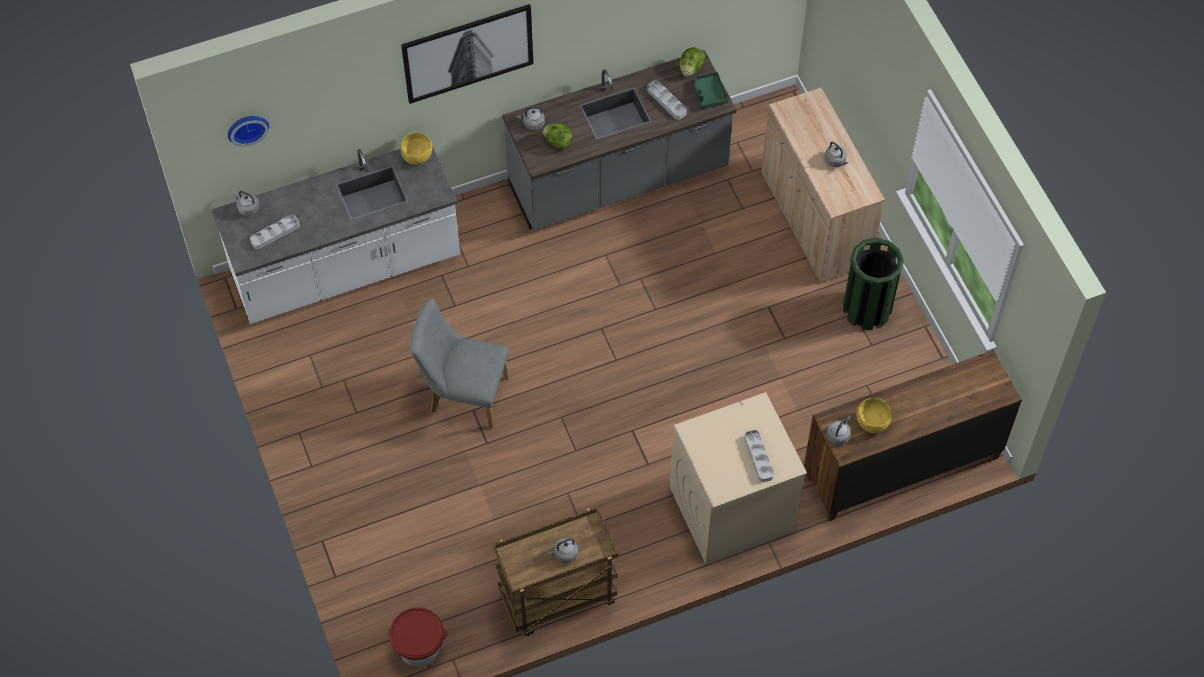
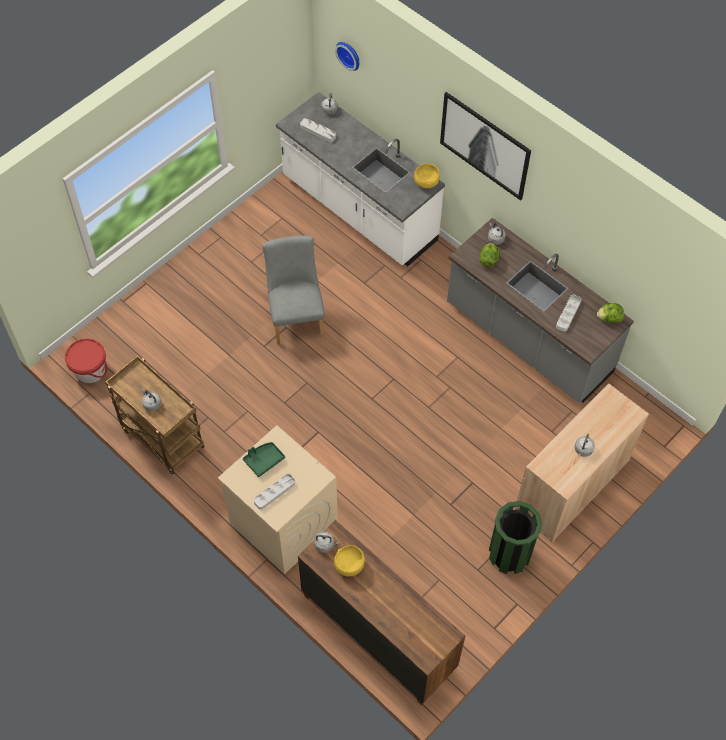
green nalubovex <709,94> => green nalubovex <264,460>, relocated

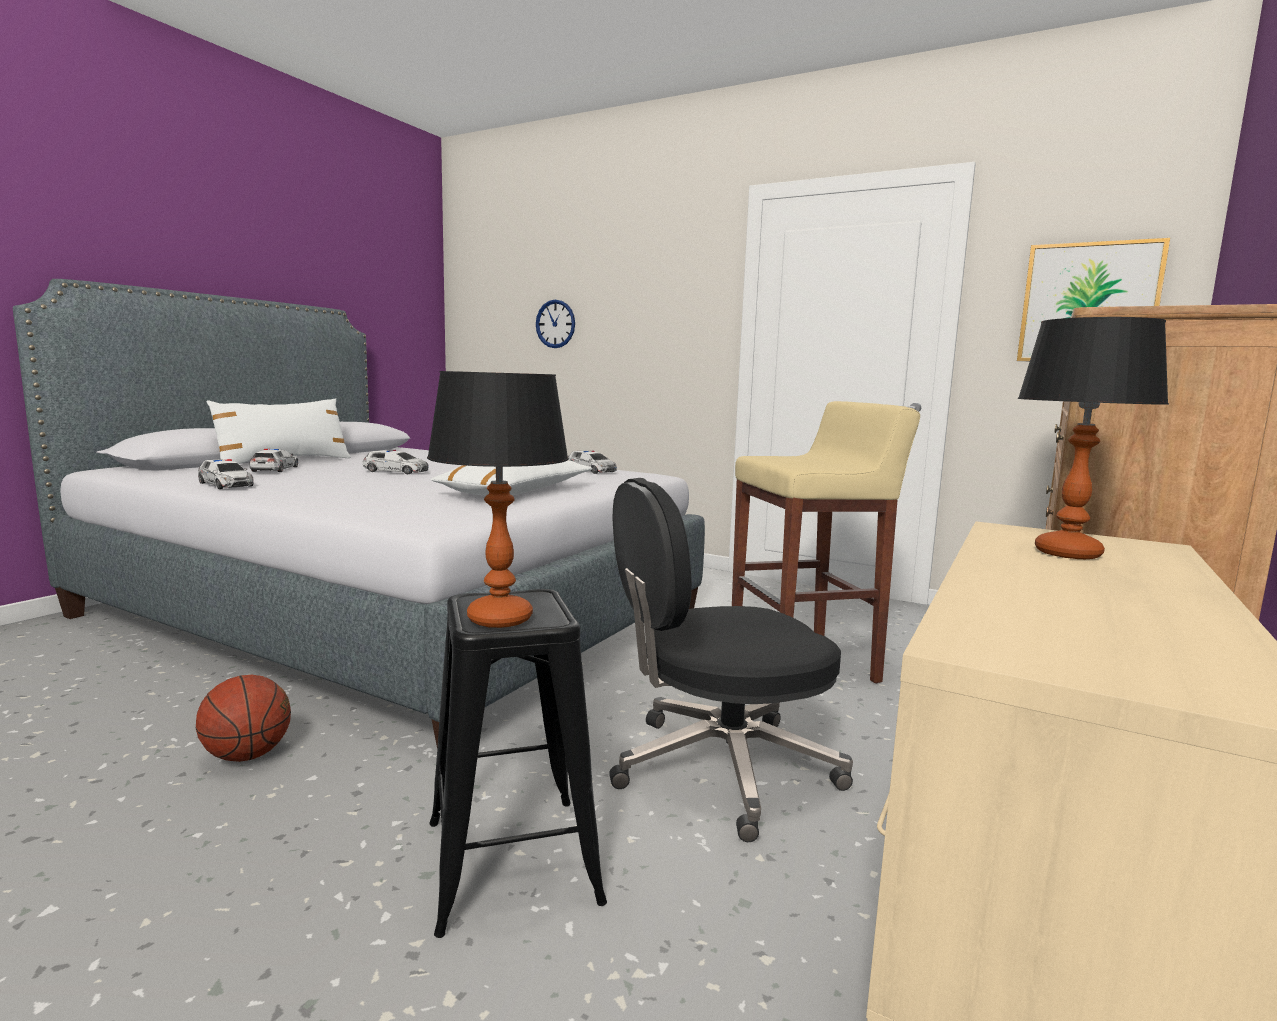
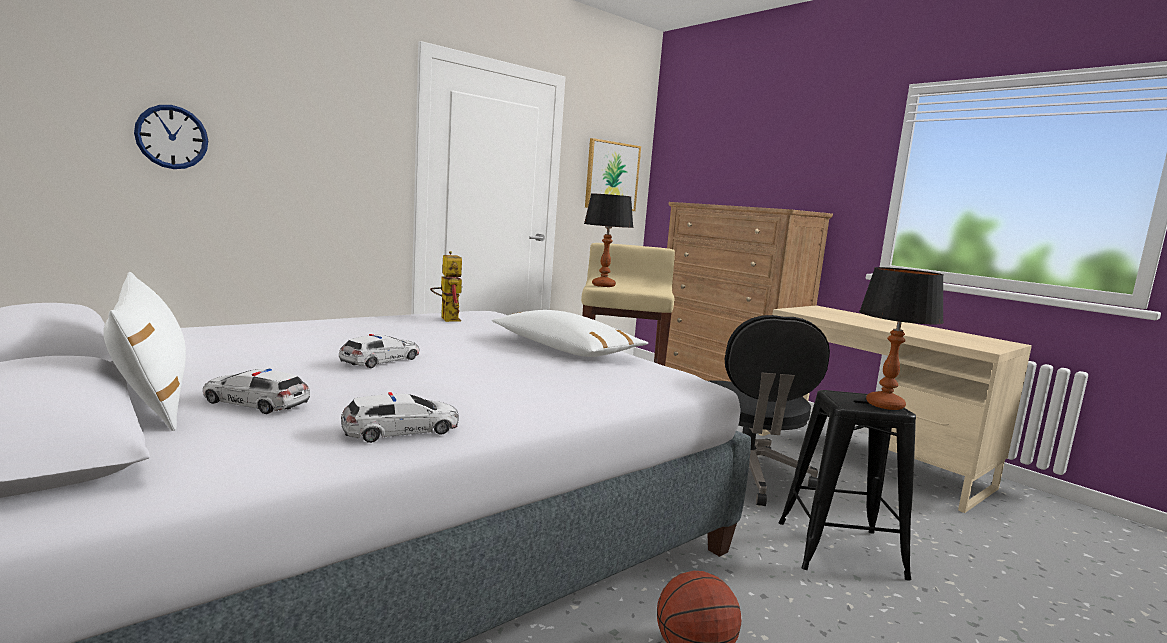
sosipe <1066,553> => sosipe <603,285>, relocated
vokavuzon <591,470> => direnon <447,318>

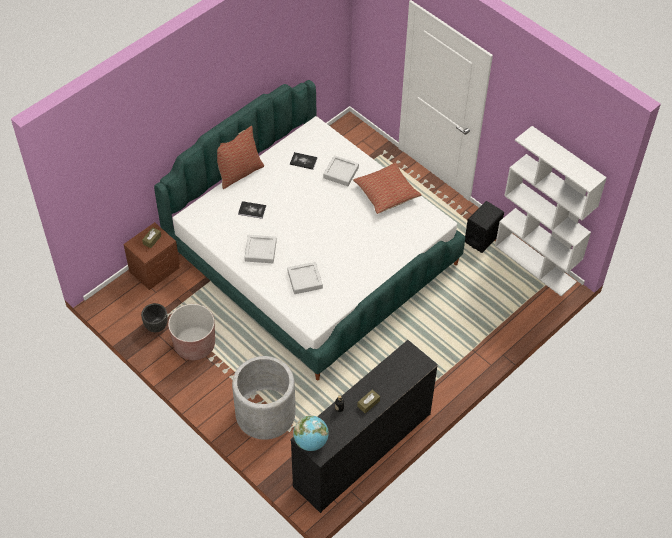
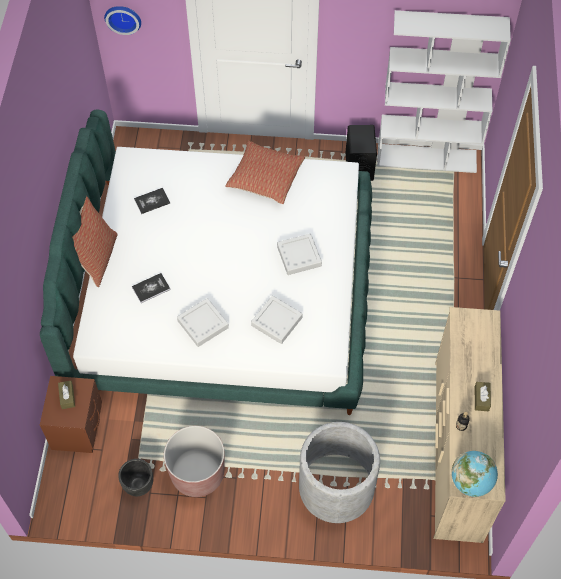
grey nalubovex <341,173> => grey nalubovex <299,256>, relocated
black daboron <361,450> => beige daboron <456,449>
nothing => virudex <123,17>

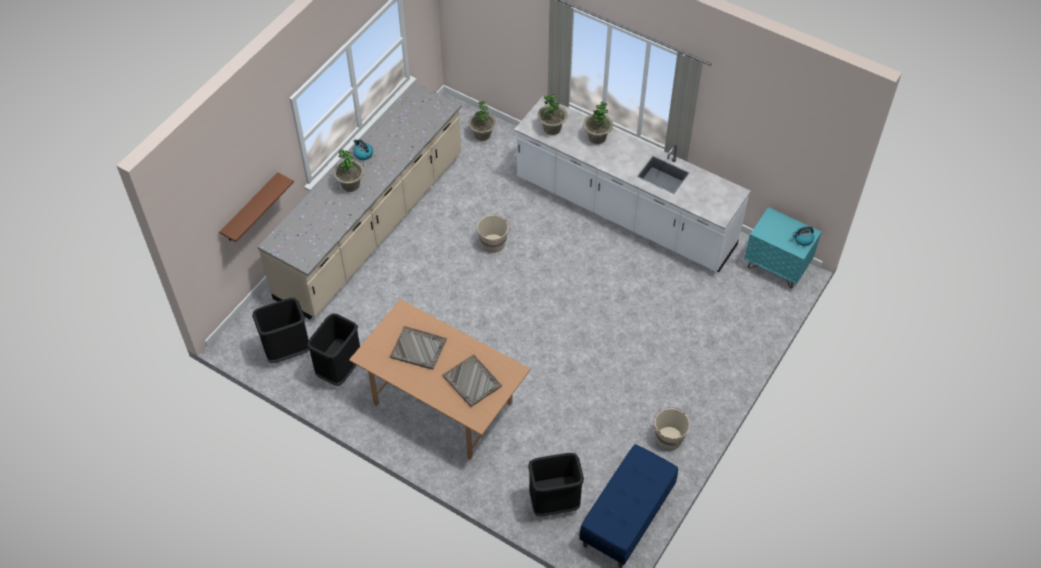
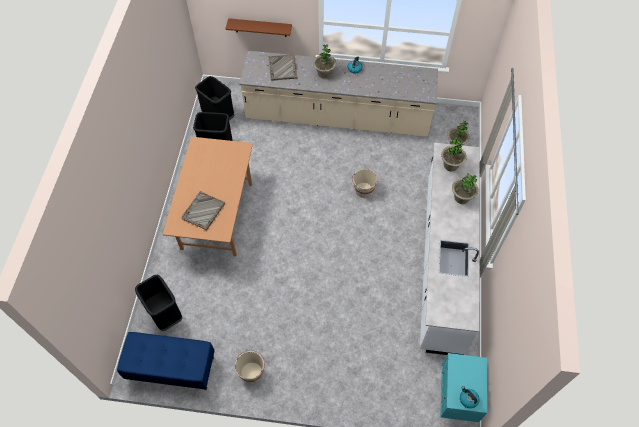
grey nalubovex <419,349> => grey nalubovex <282,68>, relocated

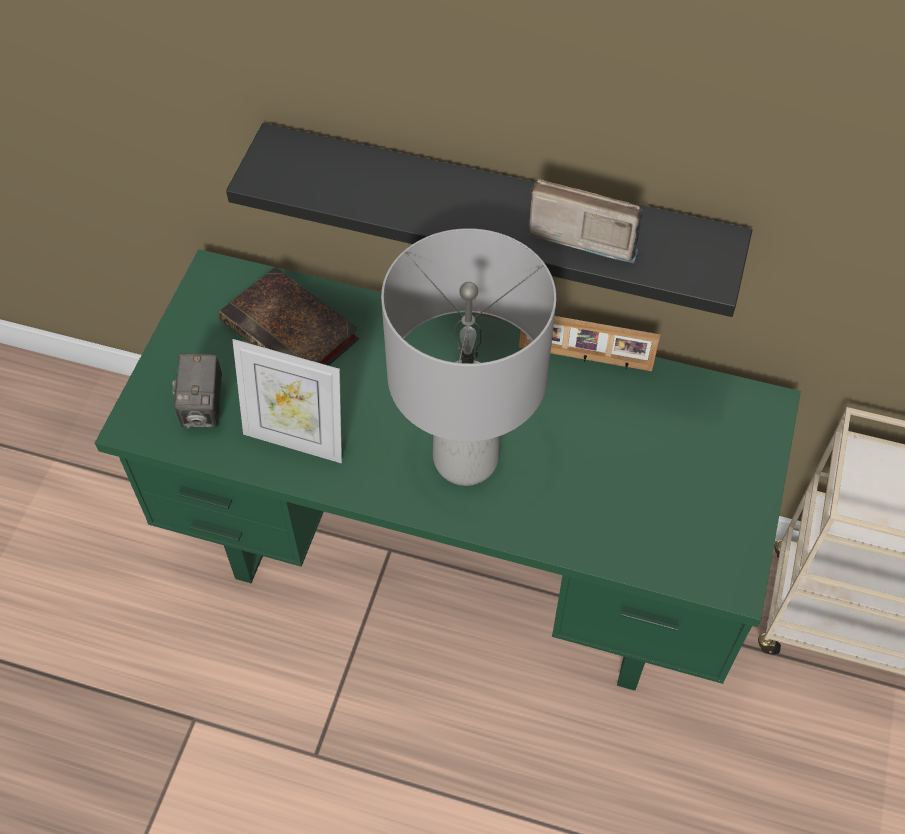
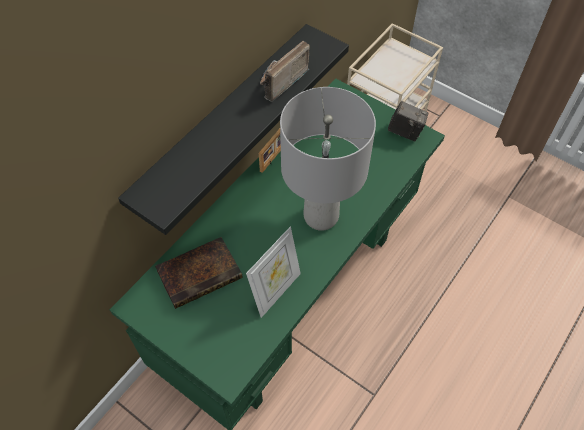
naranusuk <204,408> => naranusuk <405,132>, relocated

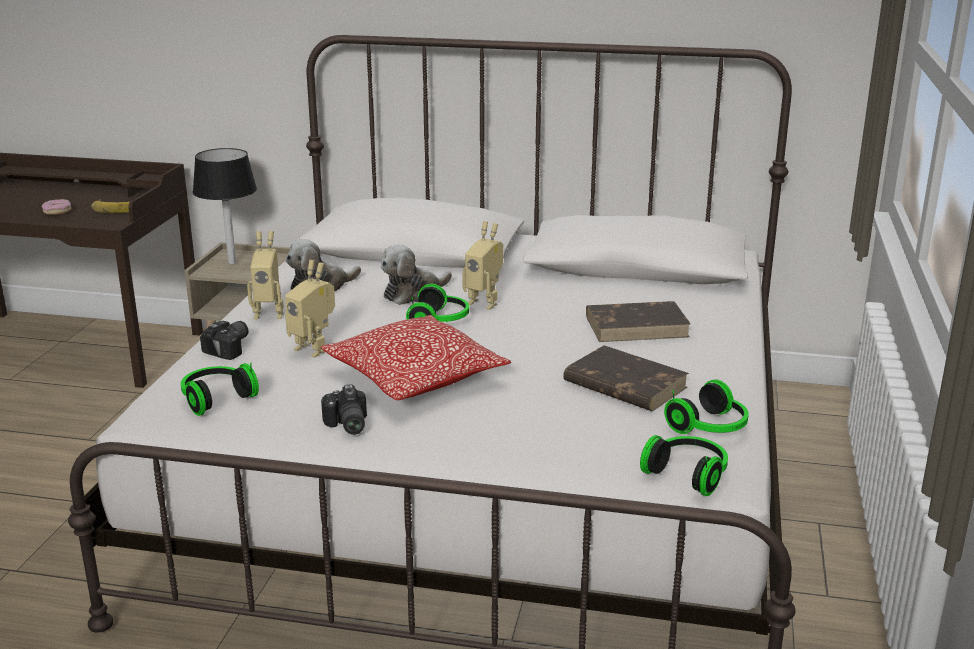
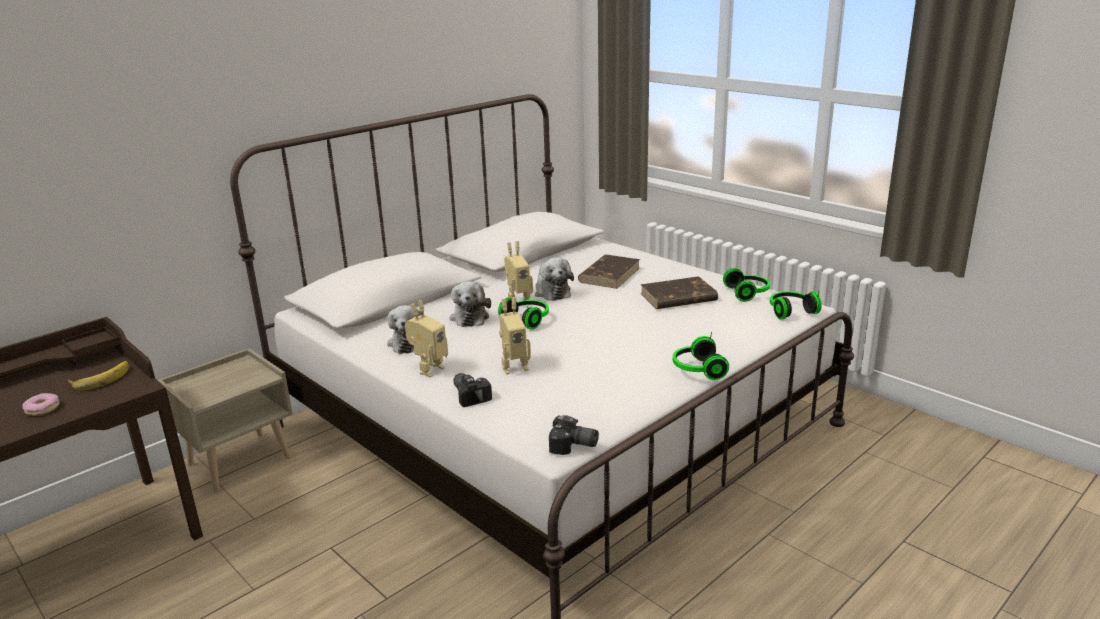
black sosipe <232,263> => nothing
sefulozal <415,378> => nothing
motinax <216,399> => motinax <697,370>, relocated
naranusuk <346,425> => naranusuk <573,446>, relocated
nothing => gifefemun <551,292>

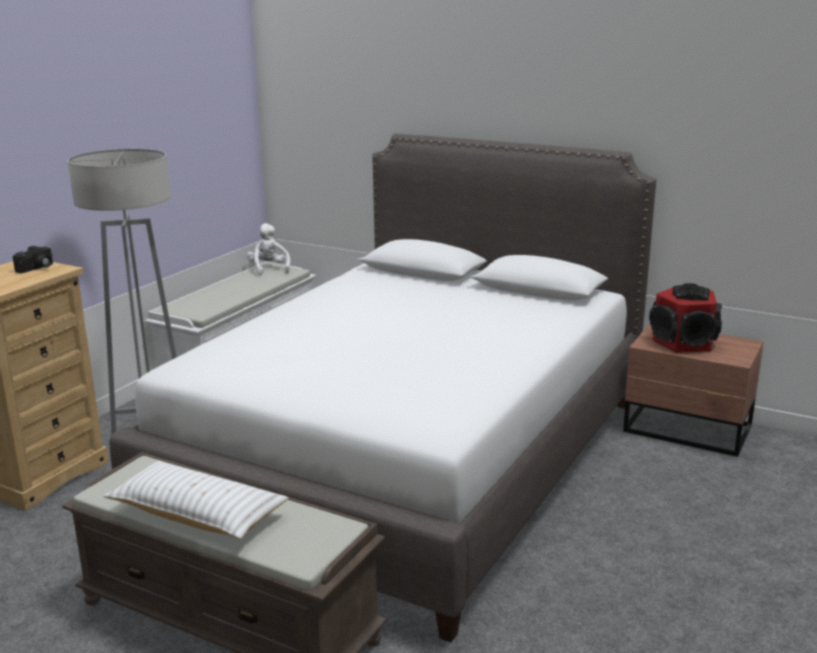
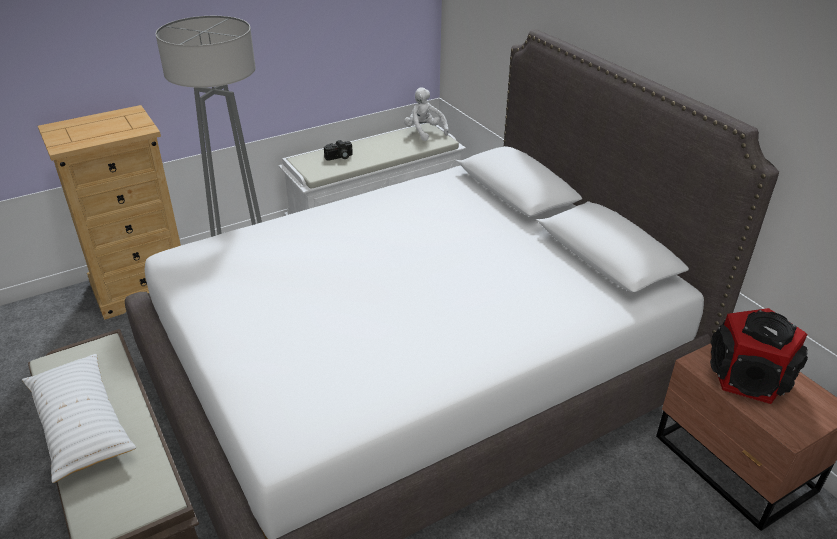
white gifefemun <269,269> => white gifefemun <424,132>, 45 degrees counterclockwise
naranusuk <37,268> => naranusuk <339,157>, relocated

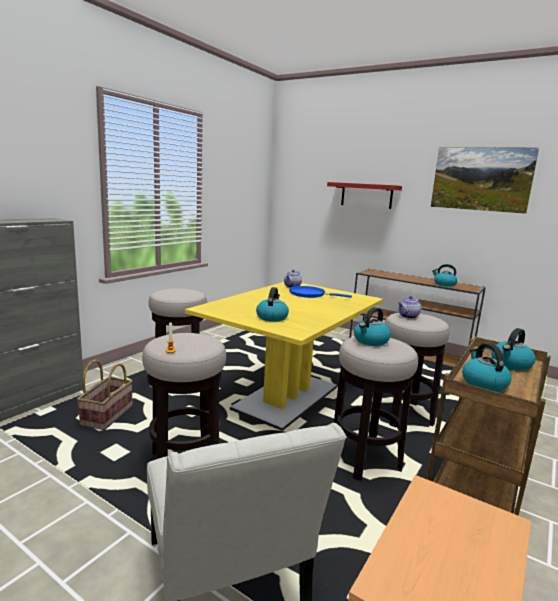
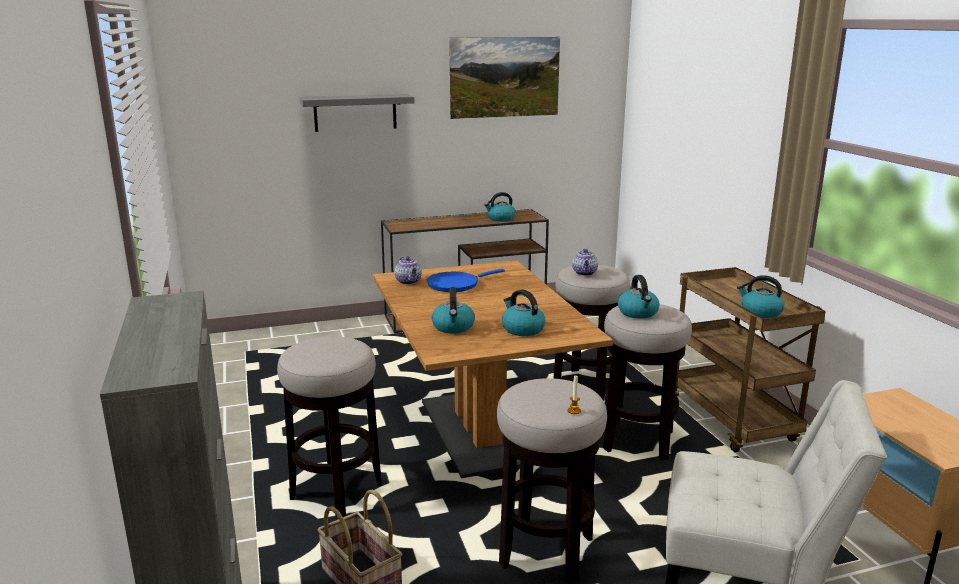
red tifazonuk <366,195> => grey tifazonuk <355,112>
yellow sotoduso <287,398> => brown sotoduso <479,431>
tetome <511,364> => tetome <453,327>, relocated

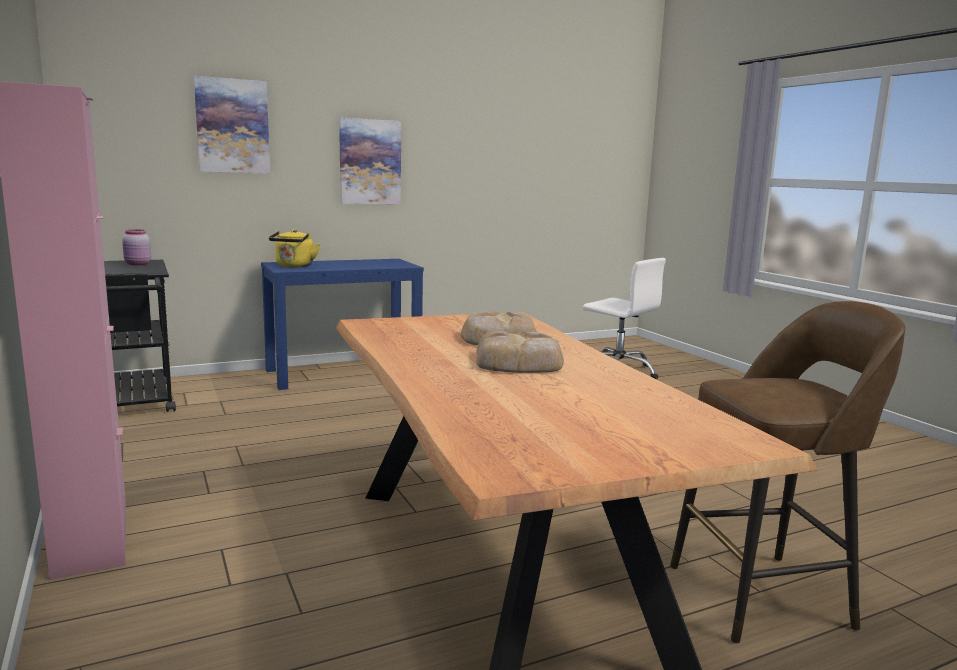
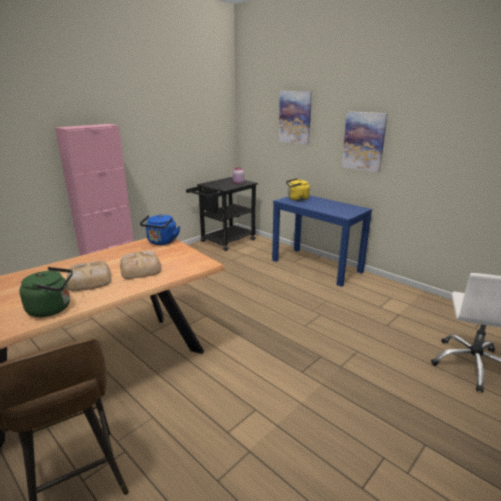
nothing => blue tetome <161,242>
nothing => green tetome <52,308>

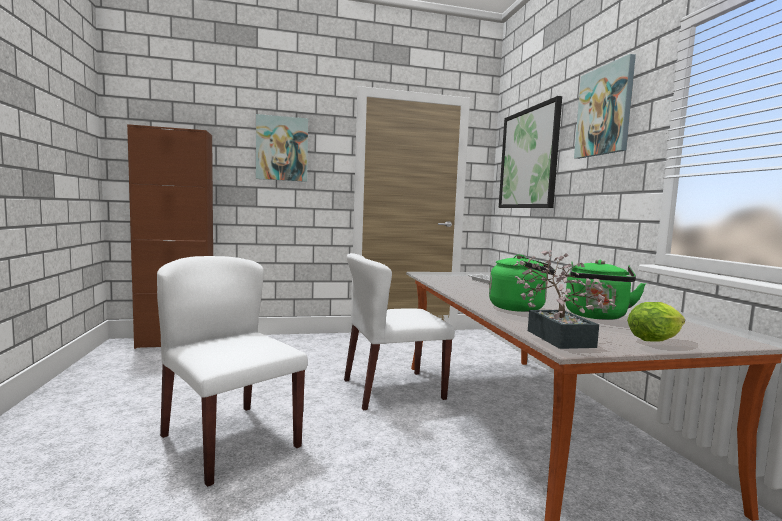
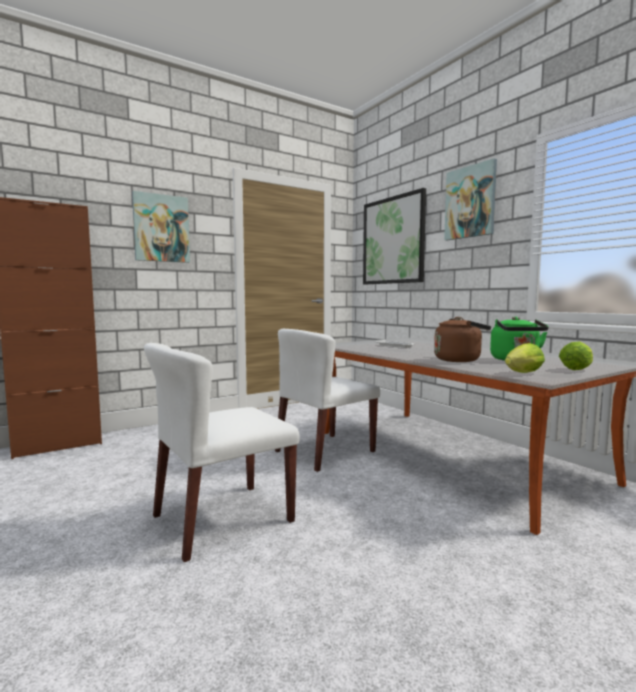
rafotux <556,336> => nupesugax <521,373>
green tetome <520,308> => brown tetome <459,360>
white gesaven <229,440> => white gesaven <222,519>, 60 degrees counterclockwise

